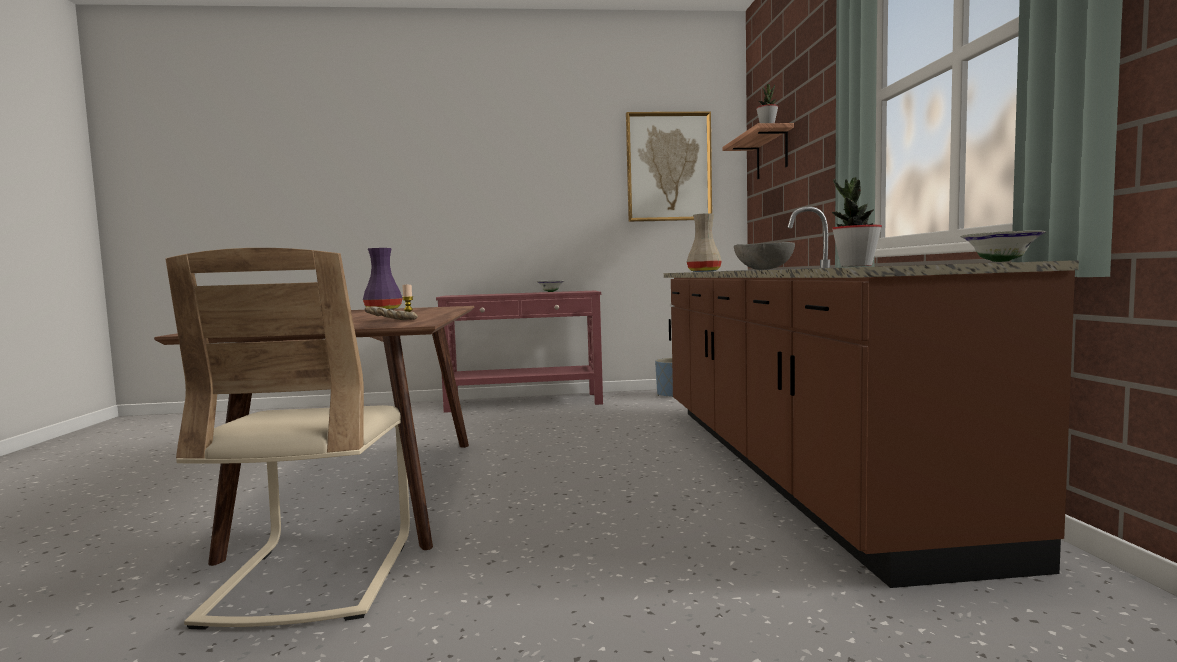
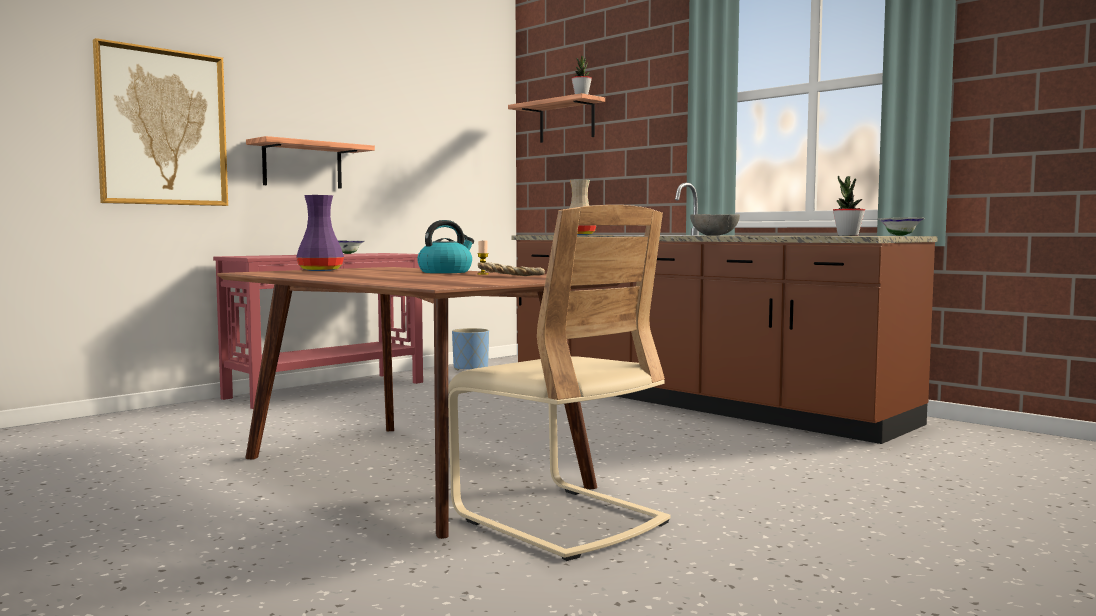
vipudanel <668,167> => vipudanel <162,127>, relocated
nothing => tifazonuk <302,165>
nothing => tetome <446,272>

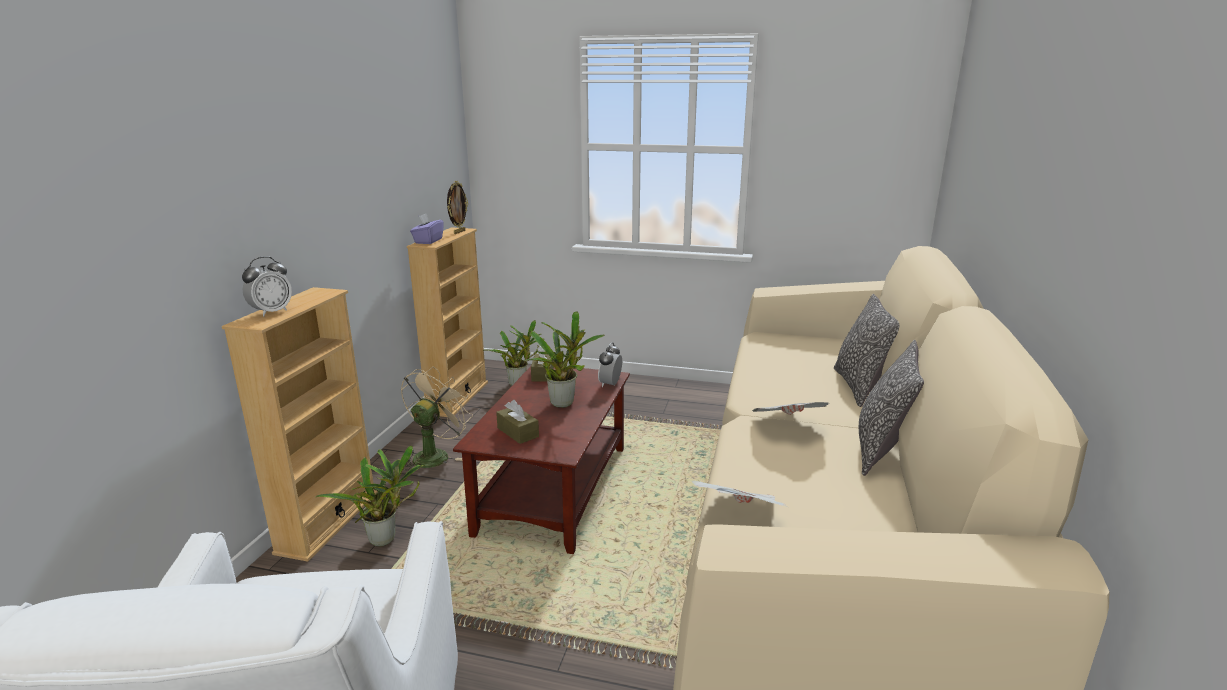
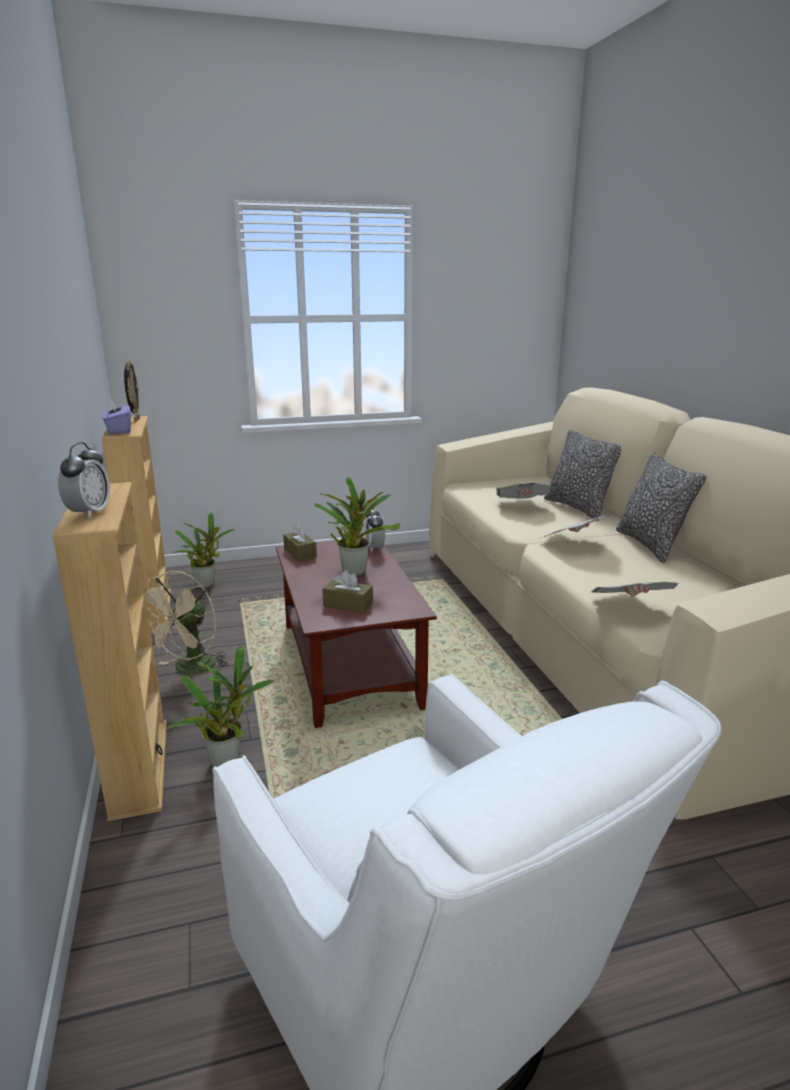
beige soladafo <435,455> => beige soladafo <190,670>, 150 degrees counterclockwise
nothing => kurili <522,506>

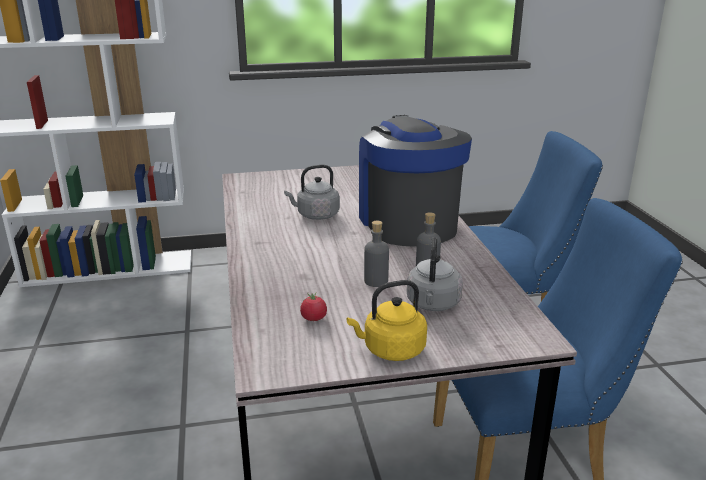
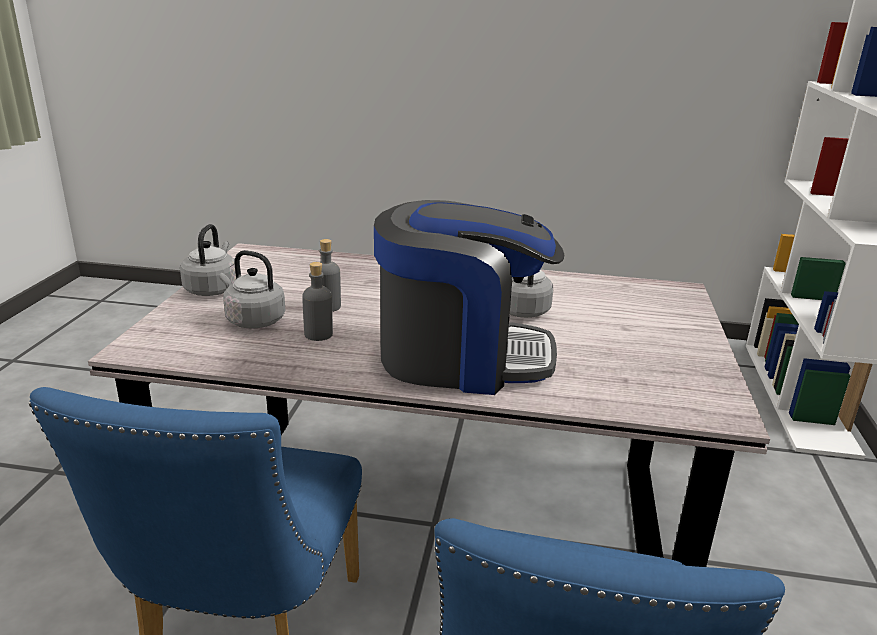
yellow tetome <391,350> => grey tetome <212,289>
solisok <314,318> => nothing

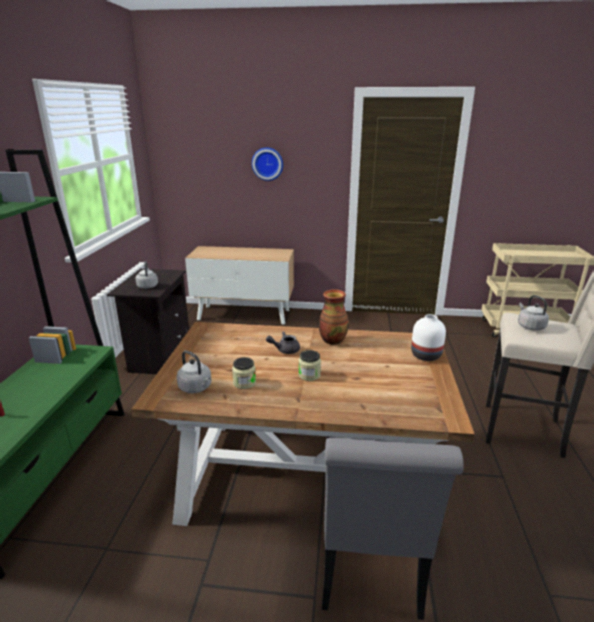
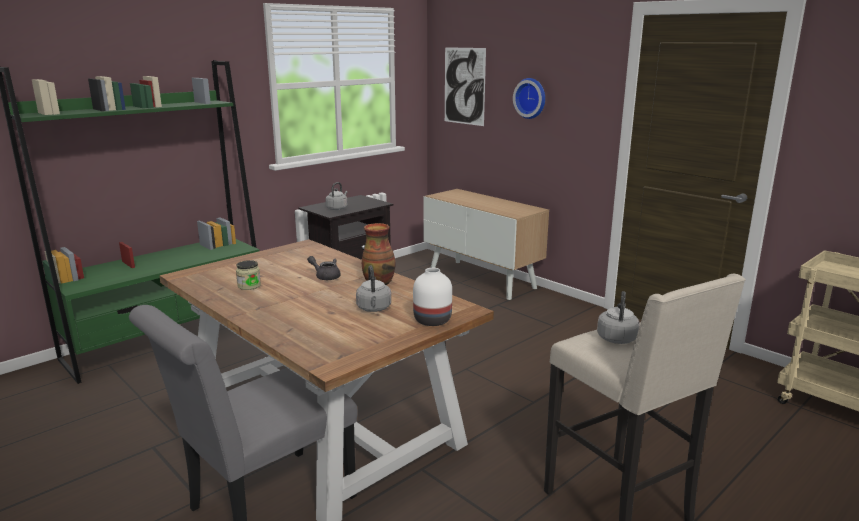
grey tetome <196,388> => grey tetome <374,309>, relocated
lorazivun <309,375> => nothing
nothing => vipudanel <464,86>

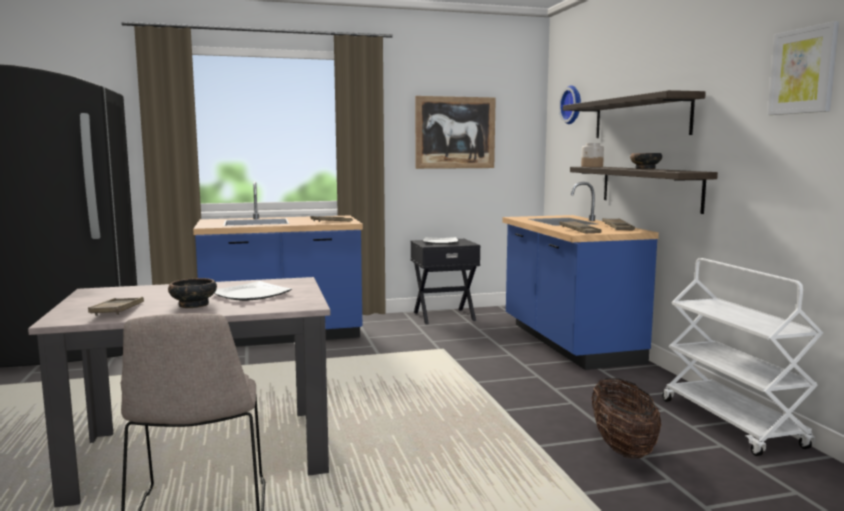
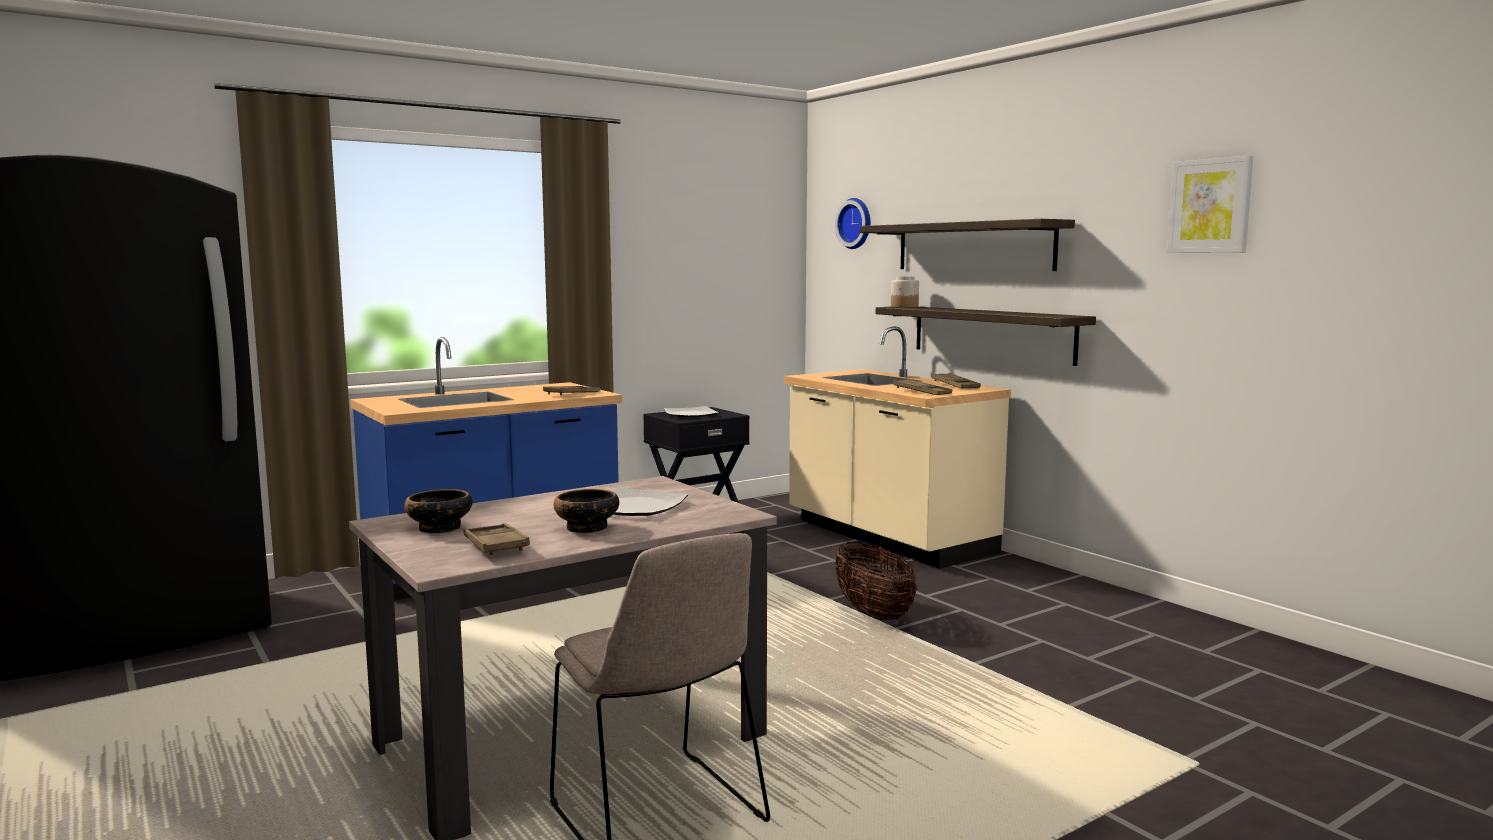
vipudanel <455,132> => nothing
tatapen <645,169> => tatapen <439,528>, relocated
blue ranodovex <568,342> => beige ranodovex <887,537>
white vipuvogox <732,423> => nothing
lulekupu <622,448> => lulekupu <873,613>, relocated

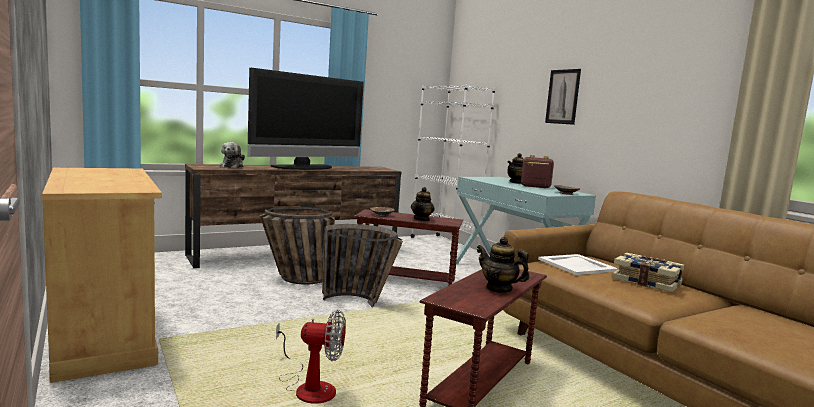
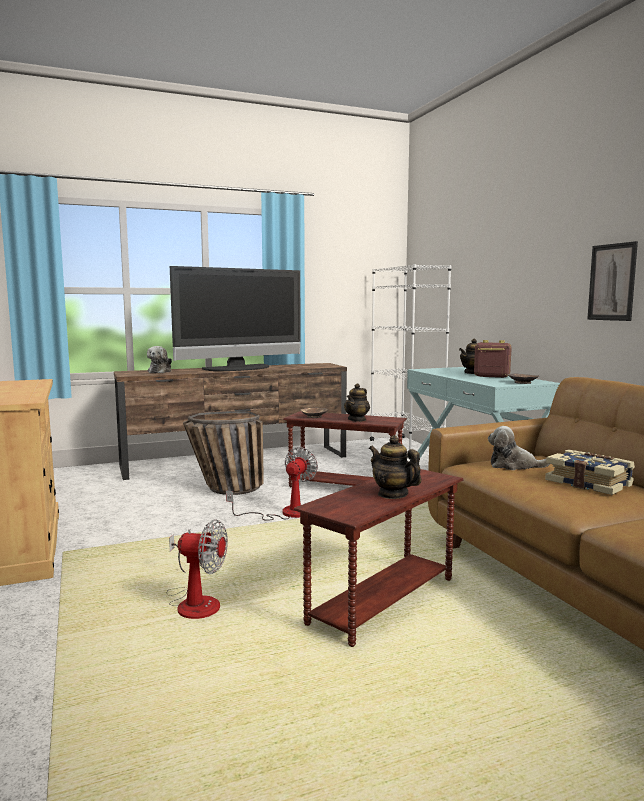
vipudanel <563,96> => vipudanel <612,282>, relocated
lulekupu <361,302> => soladafo <285,513>
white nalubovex <577,265> => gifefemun <513,466>

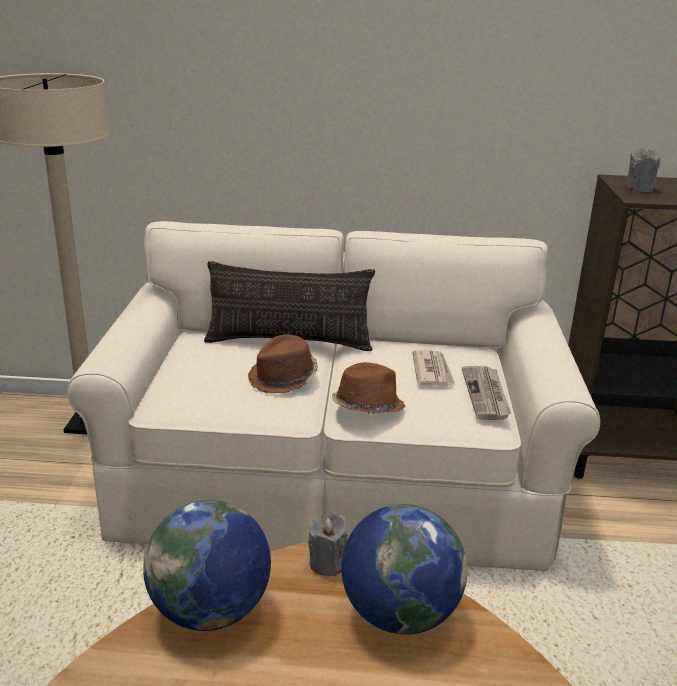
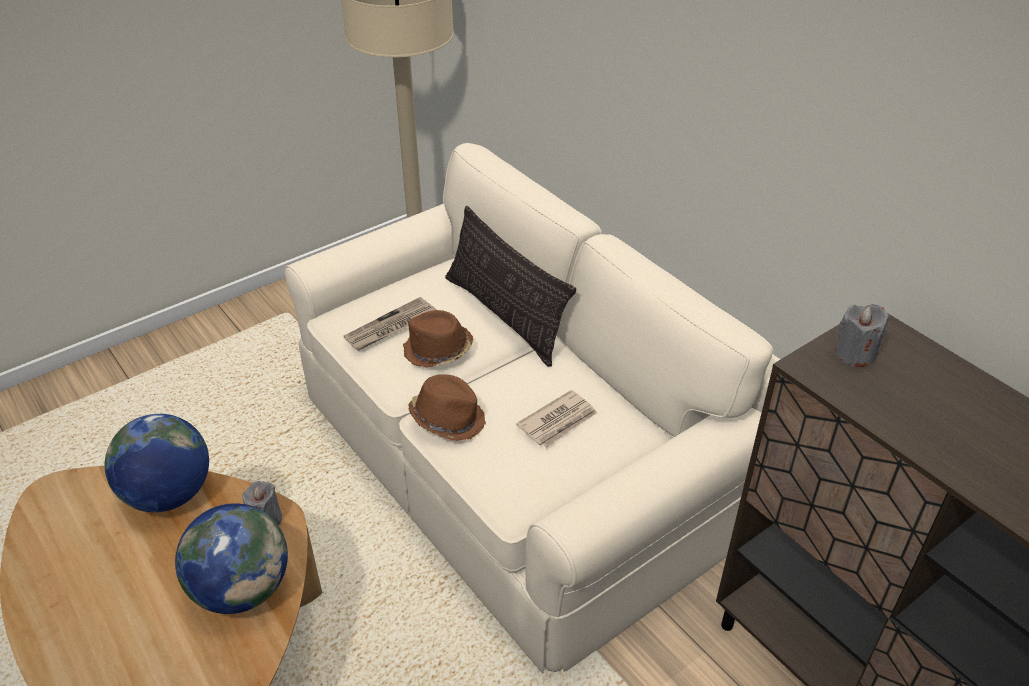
kurili <486,395> => kurili <391,327>, relocated

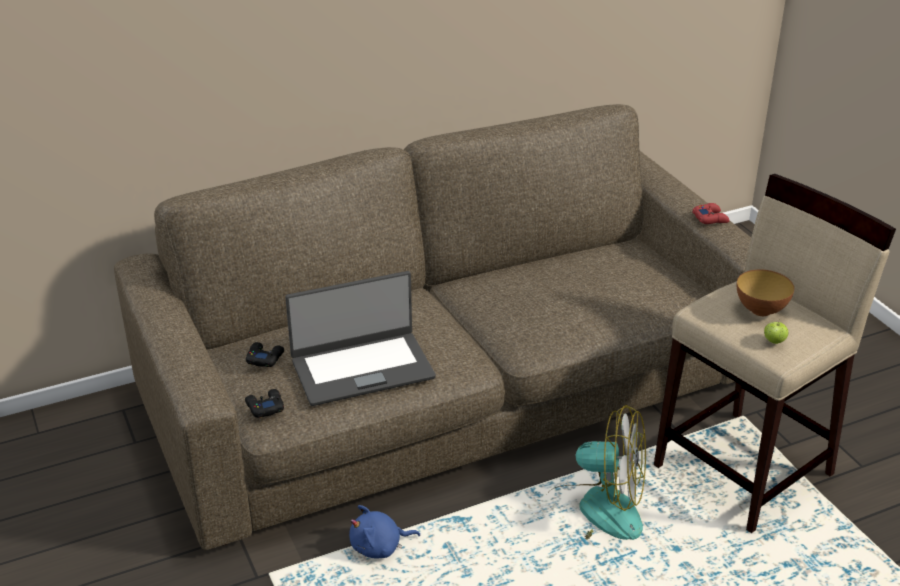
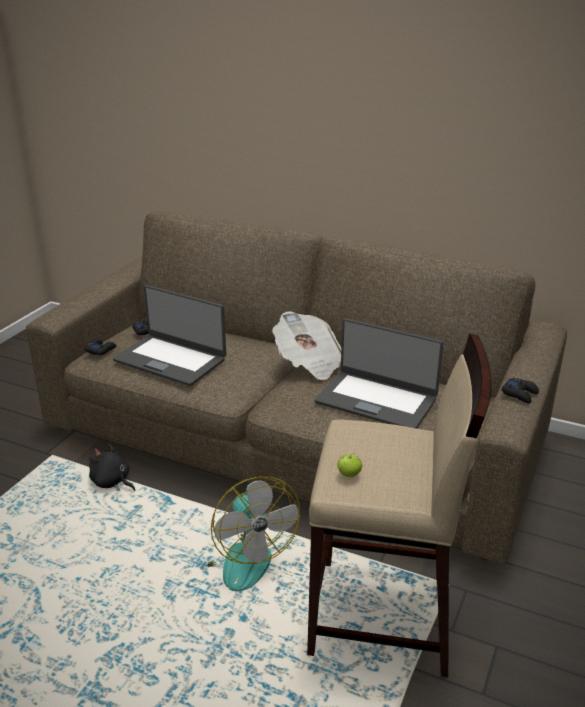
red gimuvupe <710,218> => black gimuvupe <520,394>
tatapen <760,310> => nothing
blue gifefemun <379,547> => black gifefemun <112,482>
nothing => kurili <309,362>
nothing => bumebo <376,400>

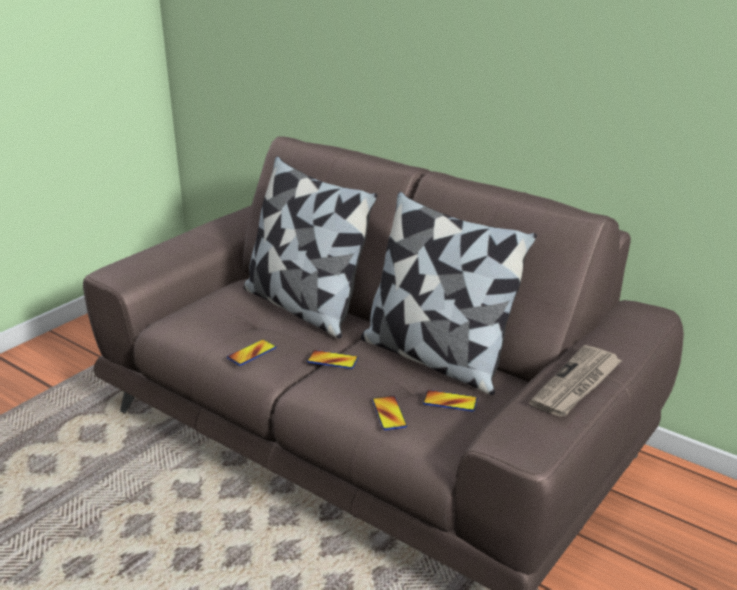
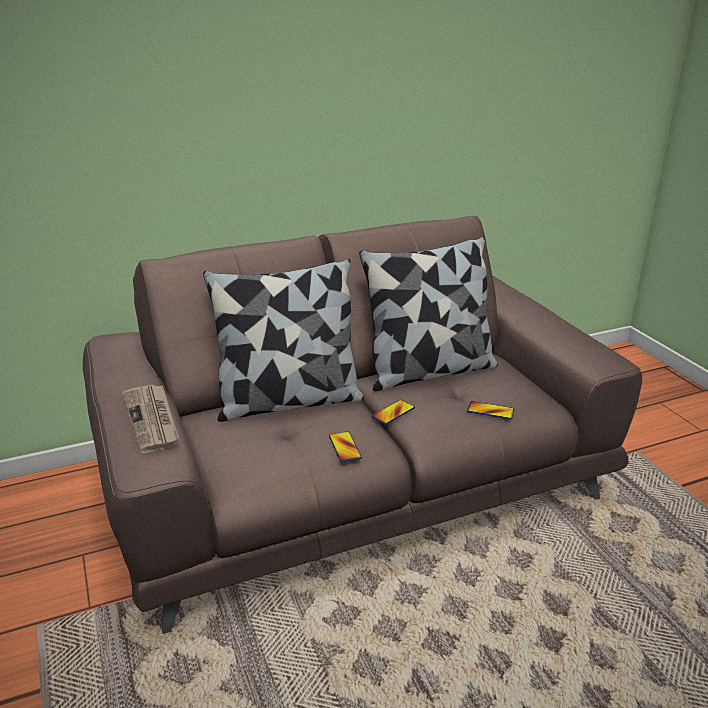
kurili <577,384> => kurili <152,420>, relocated
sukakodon <450,402> => nothing

